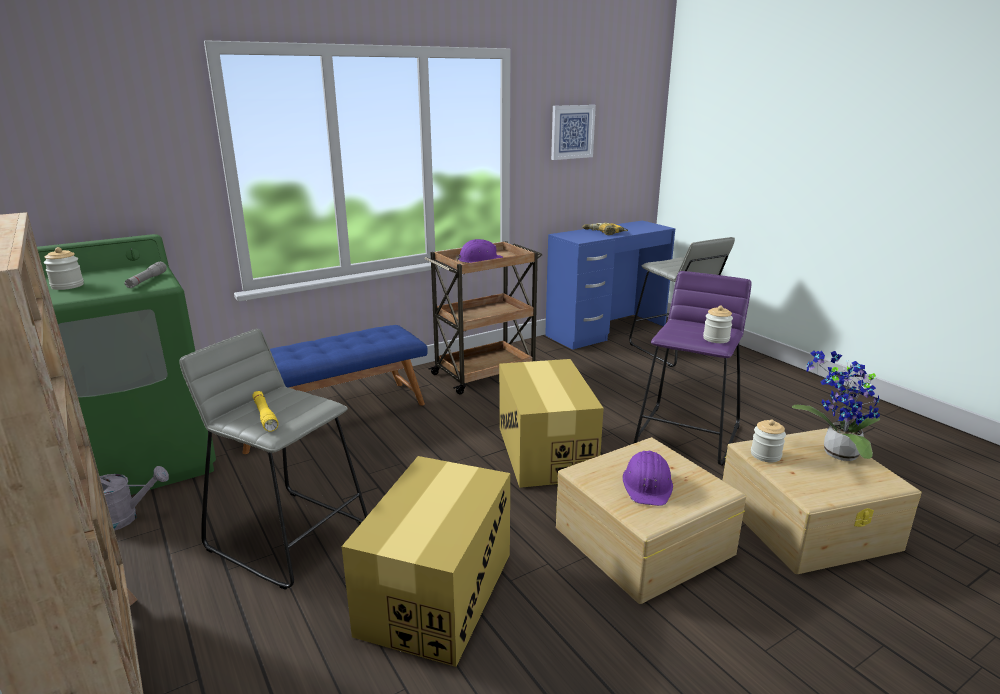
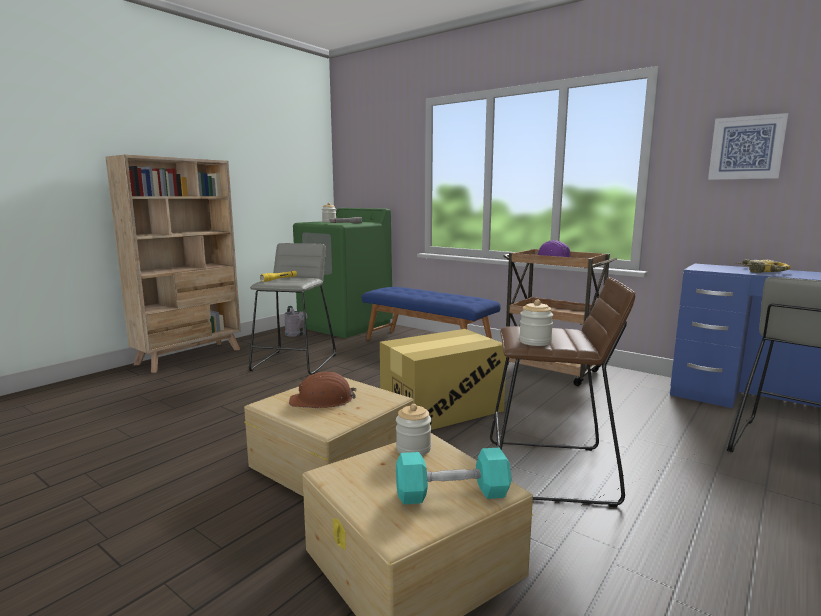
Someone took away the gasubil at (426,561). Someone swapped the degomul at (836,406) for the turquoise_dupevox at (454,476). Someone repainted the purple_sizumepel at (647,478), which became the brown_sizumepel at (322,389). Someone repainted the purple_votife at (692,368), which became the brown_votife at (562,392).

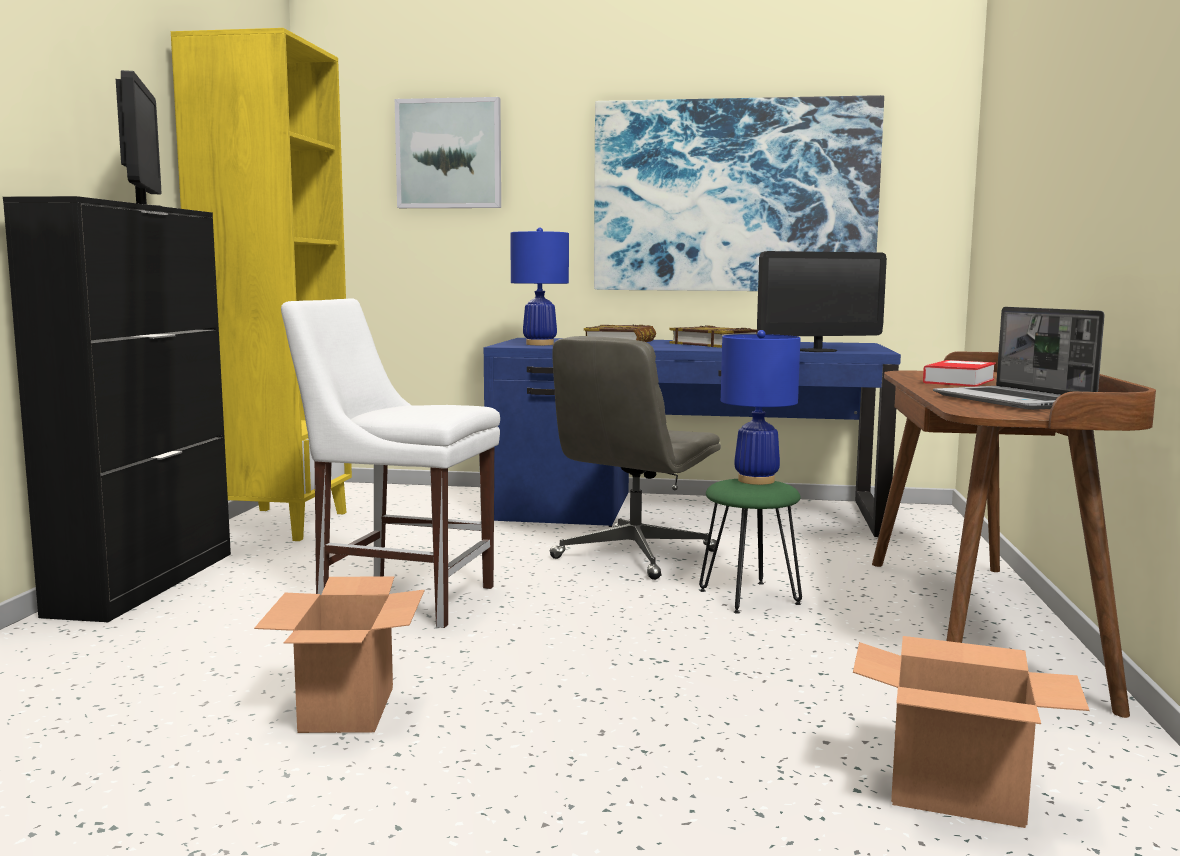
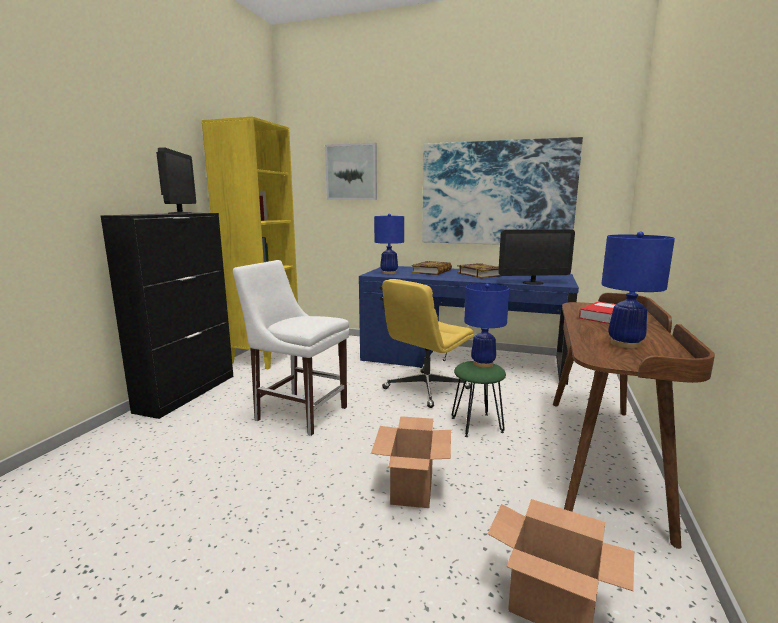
Someone carried the gasubil from (339,655) to (411,462). Someone swapped the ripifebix at (1019,358) for the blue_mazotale at (638,290). Someone repainted the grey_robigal at (635,458), which became the yellow_robigal at (428,343).

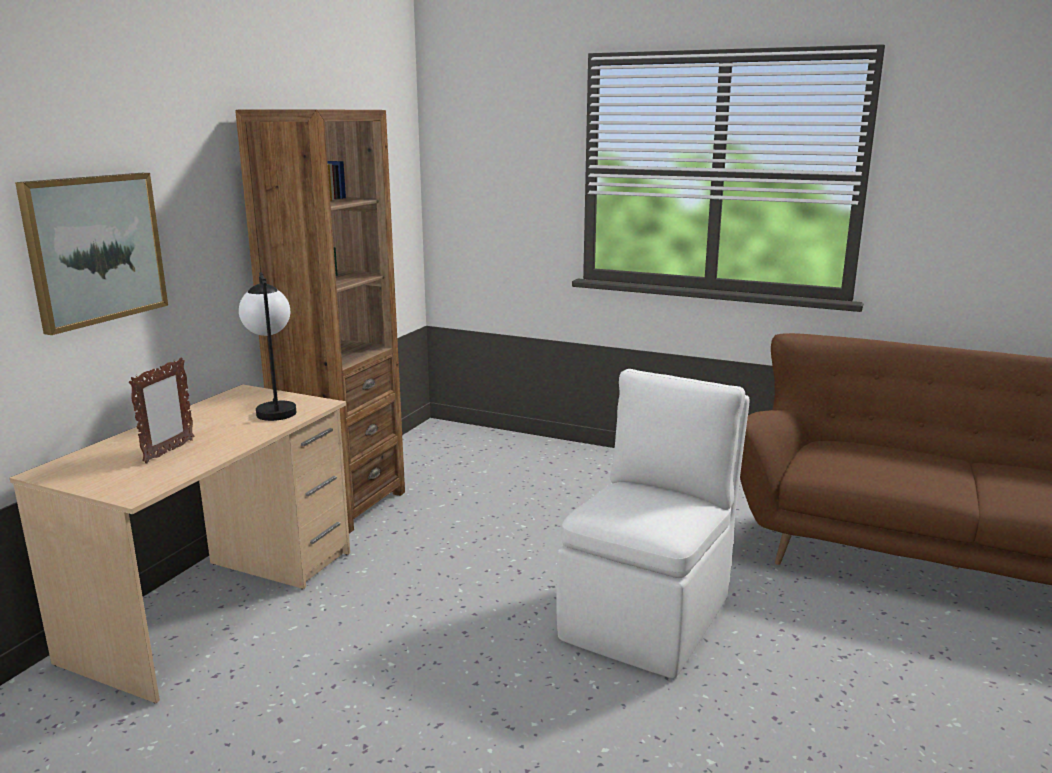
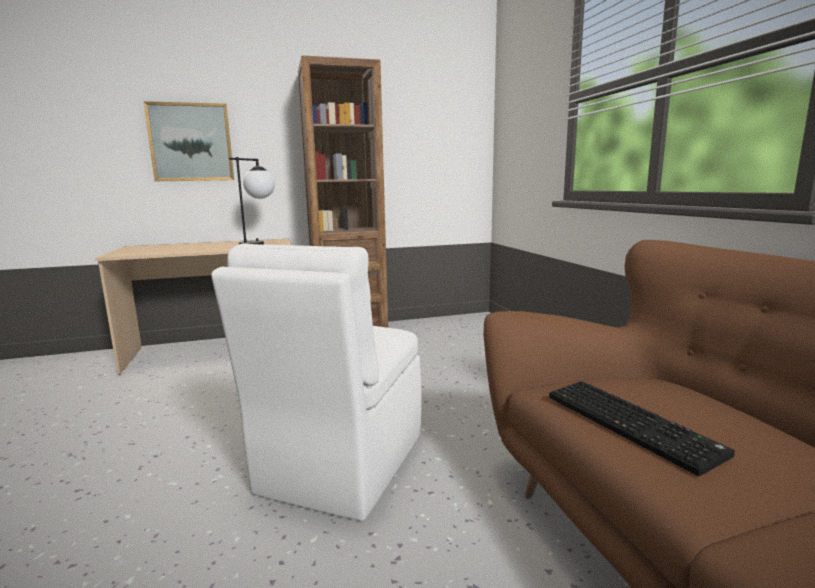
Someone took away the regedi at (162,410). Someone put down the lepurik at (642,428). Someone rotated the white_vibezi at (653,523) by 120 degrees clockwise.

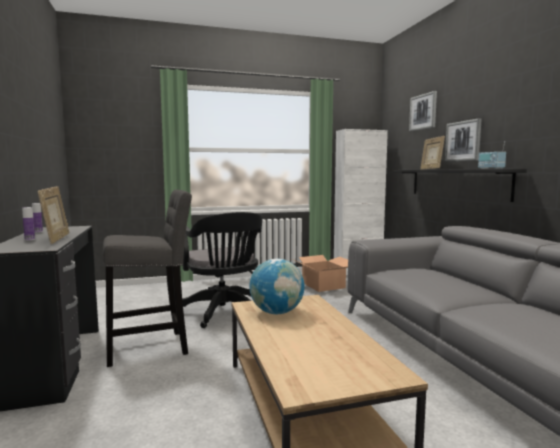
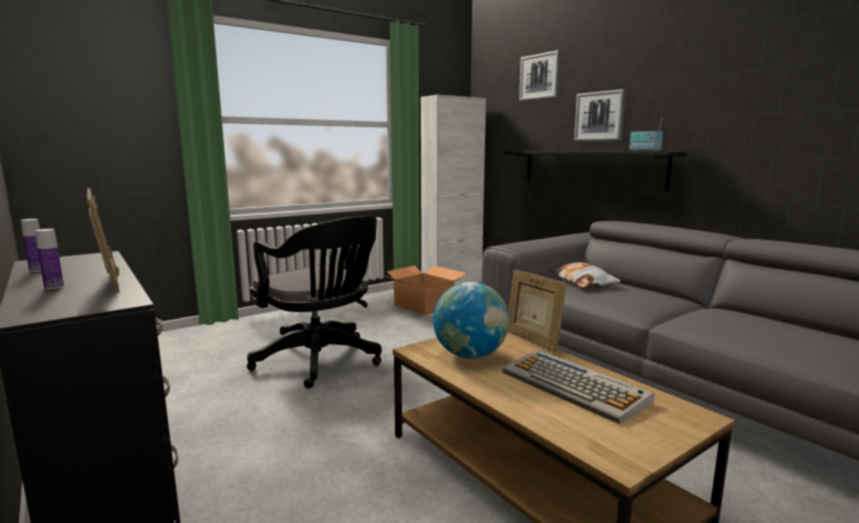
Someone took away the grey_votife at (147,278). Someone put down the lepurik at (578,387). Someone put down the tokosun at (585,275). Someone carried the regedi from (432,153) to (537,311).

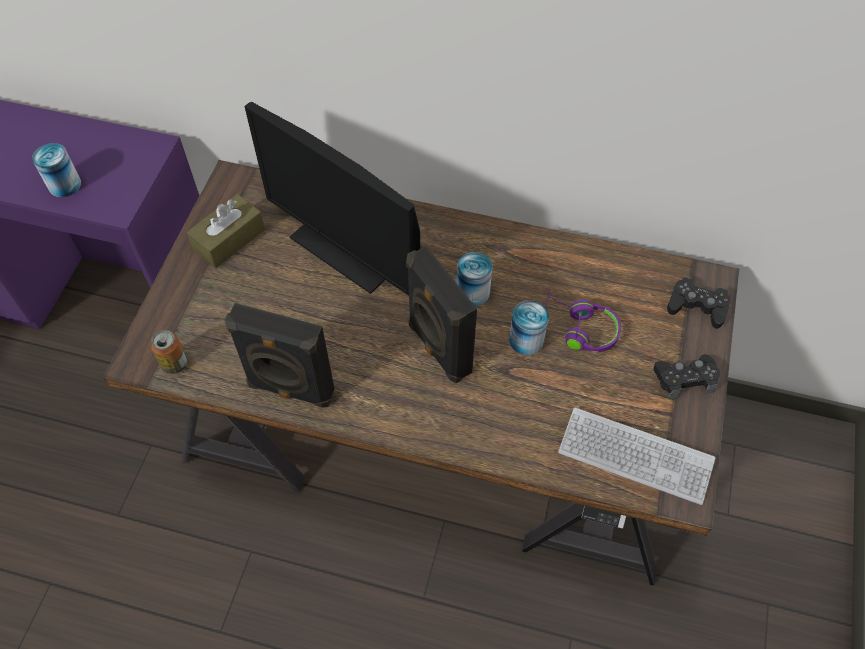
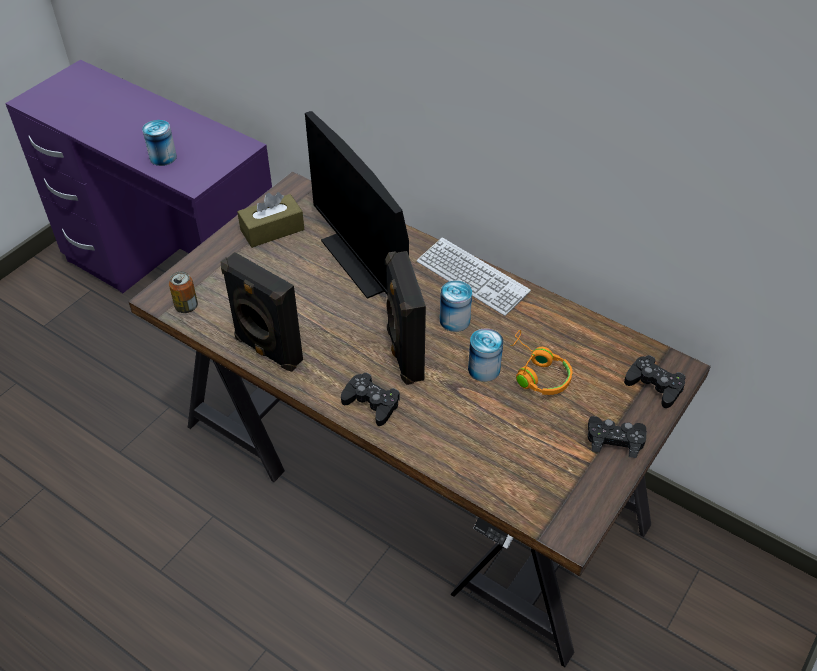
Someone put down the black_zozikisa at (370,399). Someone carried the lepurik from (636,456) to (474,277). Someone repainted the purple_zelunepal at (583,319), which became the orange_zelunepal at (542,362).

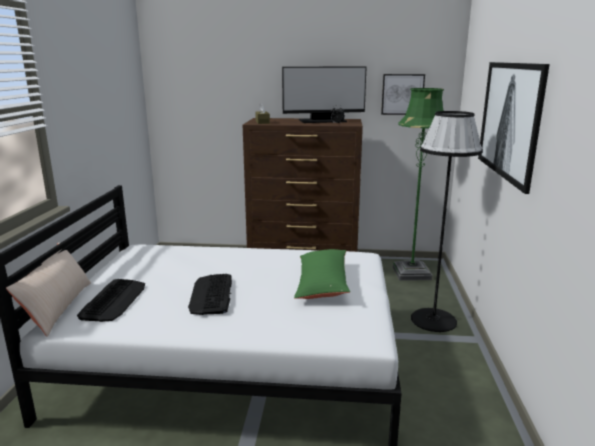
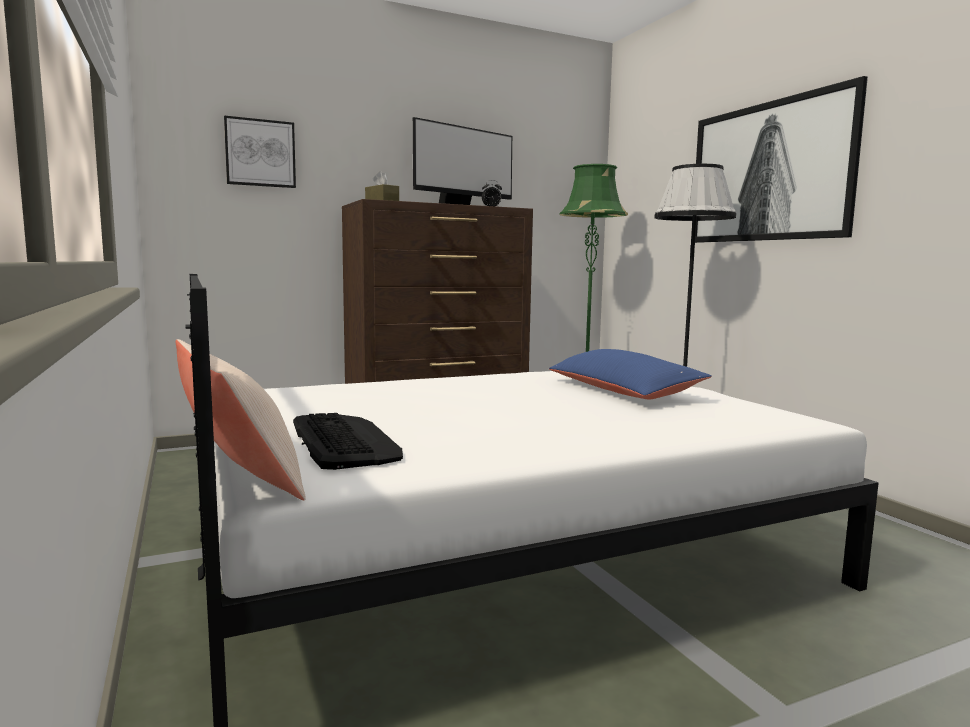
Someone took away the lepurik at (210,294). Someone carried the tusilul from (403,94) to (260,152). Someone repainted the green_tokosun at (322,274), which became the blue_tokosun at (630,374).

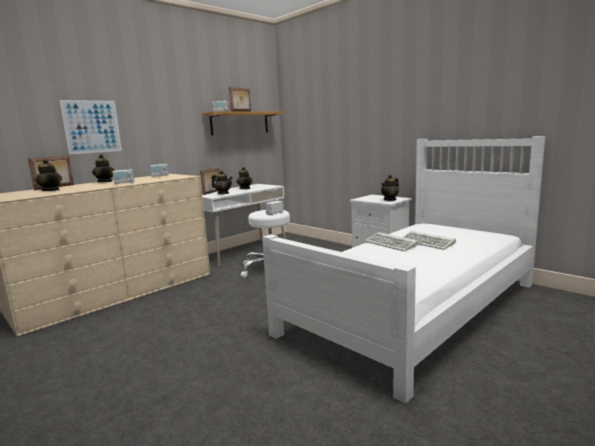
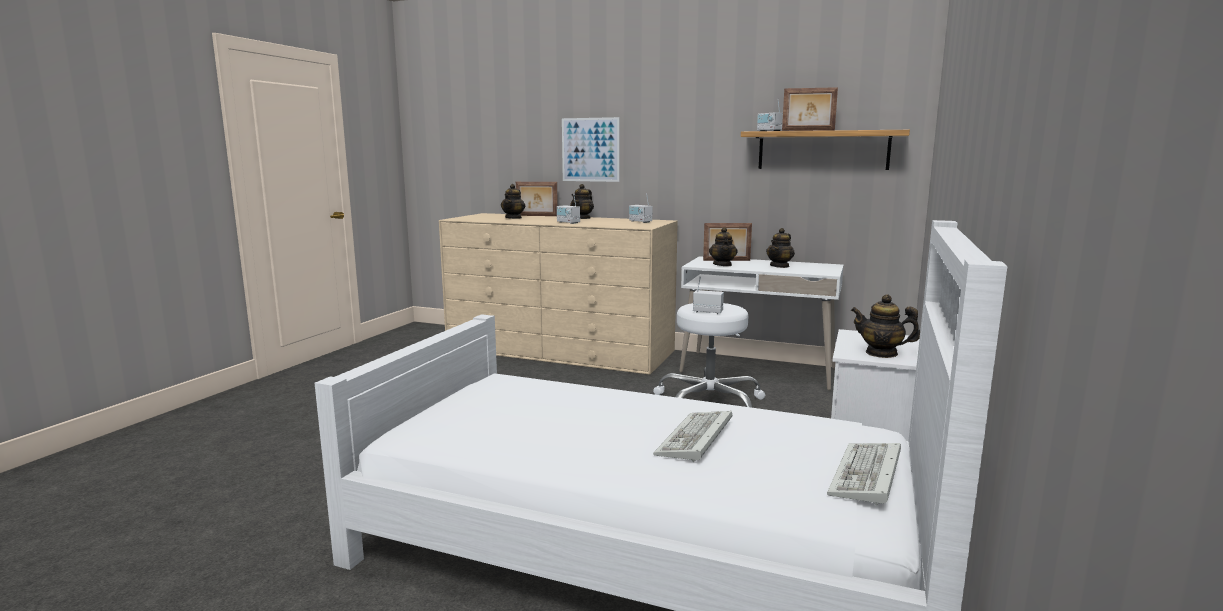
Someone carried the lepurik from (391,241) to (864,474).

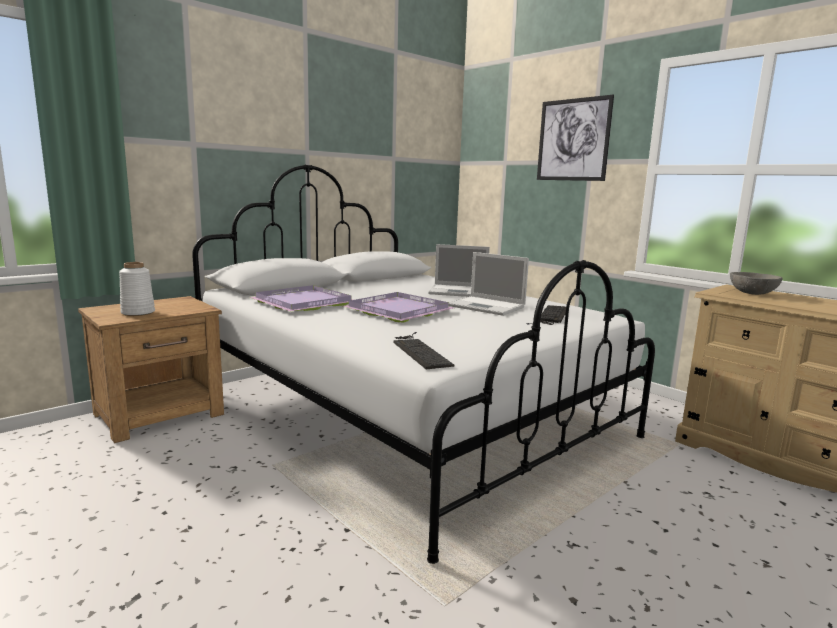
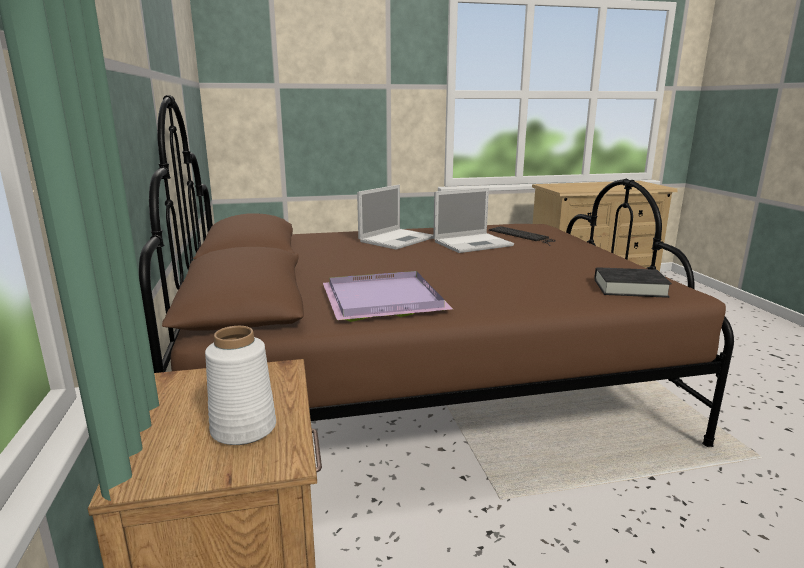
Someone took away the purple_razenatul at (398,307). Someone took away the tusilul at (575,138). Someone took away the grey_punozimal at (756,283). Someone swapped the lepurik at (424,350) for the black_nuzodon at (633,282). Someone repainted the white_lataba at (423,364), which became the brown_lataba at (436,271).

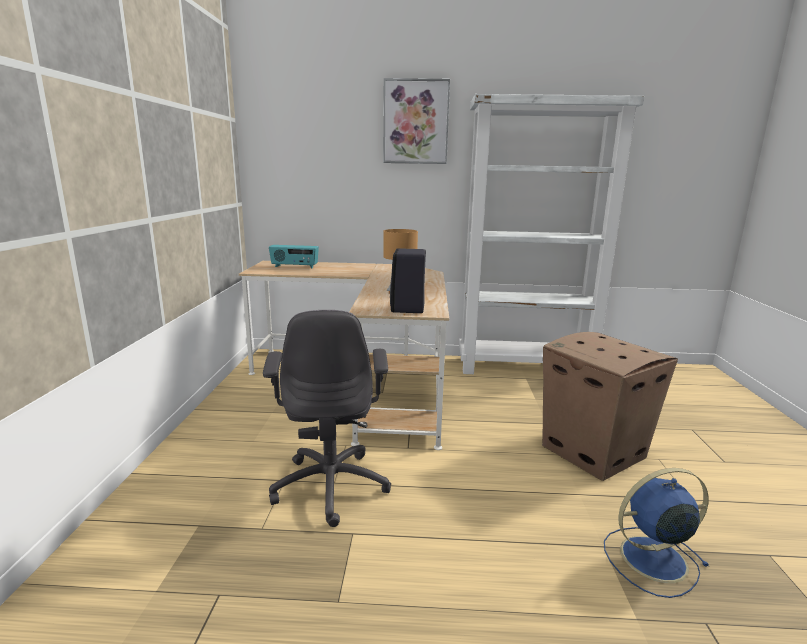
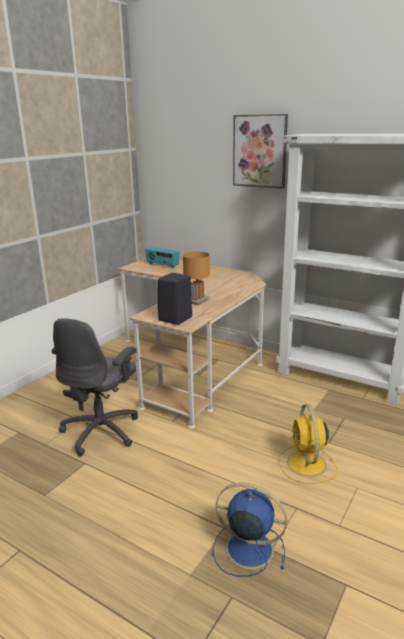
Someone swapped the gasubil at (610,406) for the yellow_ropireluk at (308,444).

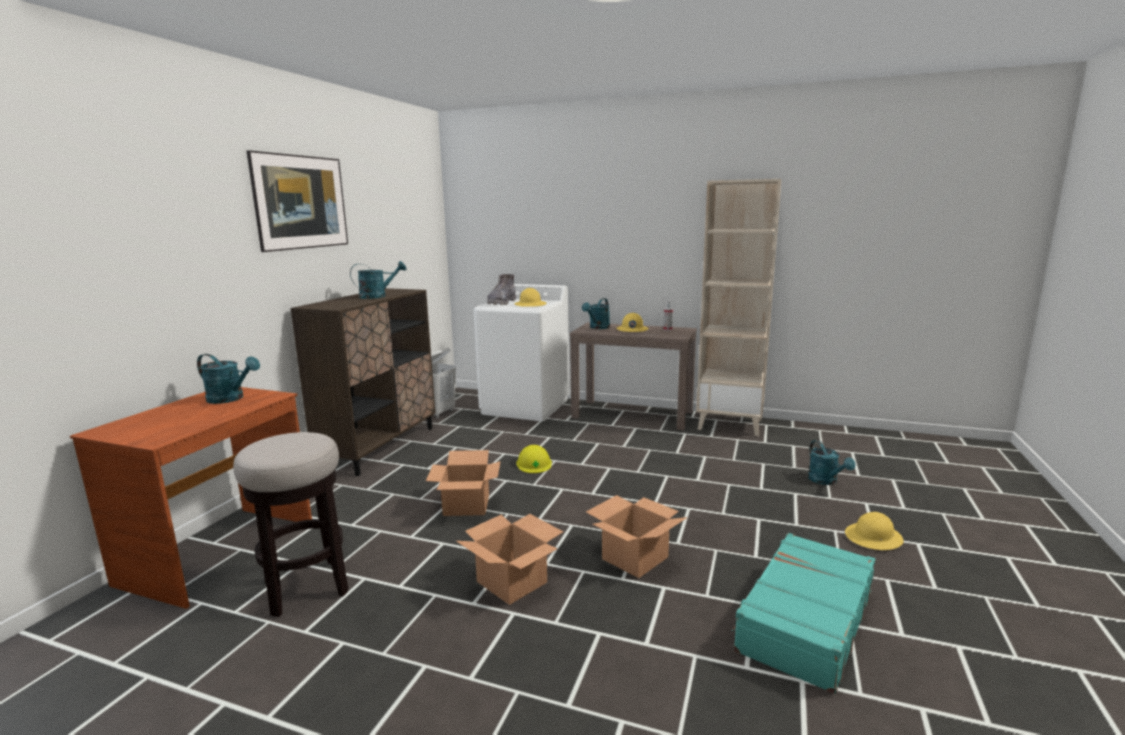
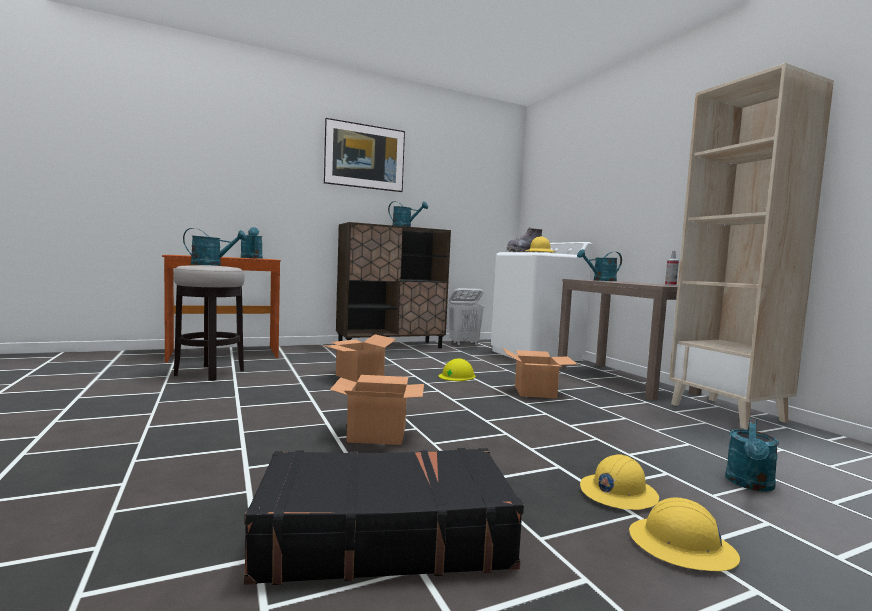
Someone put down the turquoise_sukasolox at (215,246). Someone carried the gasubil from (509,559) to (540,372). Someone carried the yellow_sizumepel from (632,322) to (619,482). Someone repainted the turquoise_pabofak at (803,613), which became the black_pabofak at (384,516).

